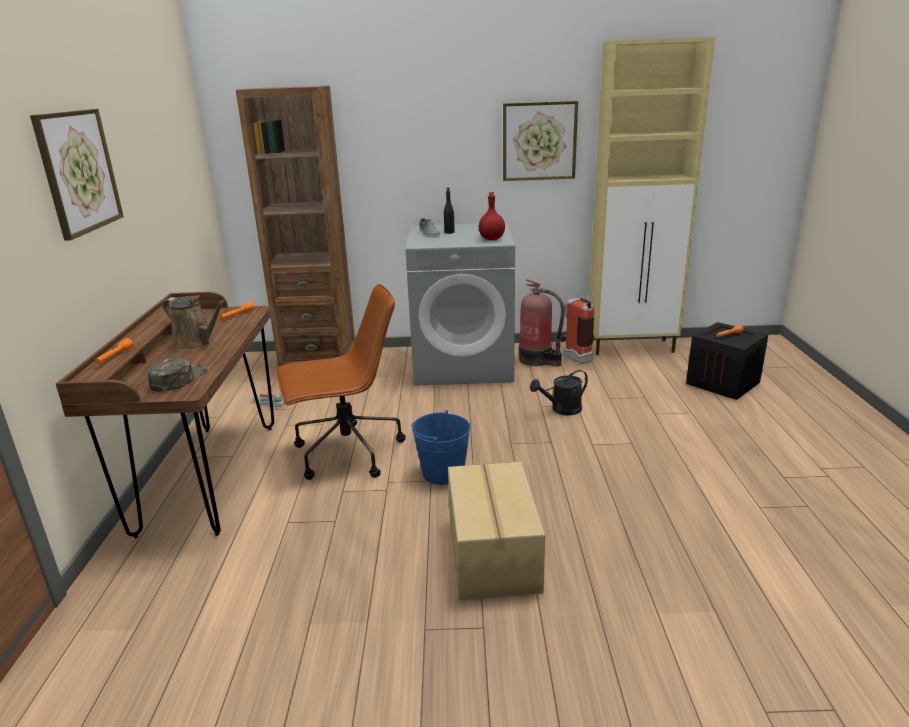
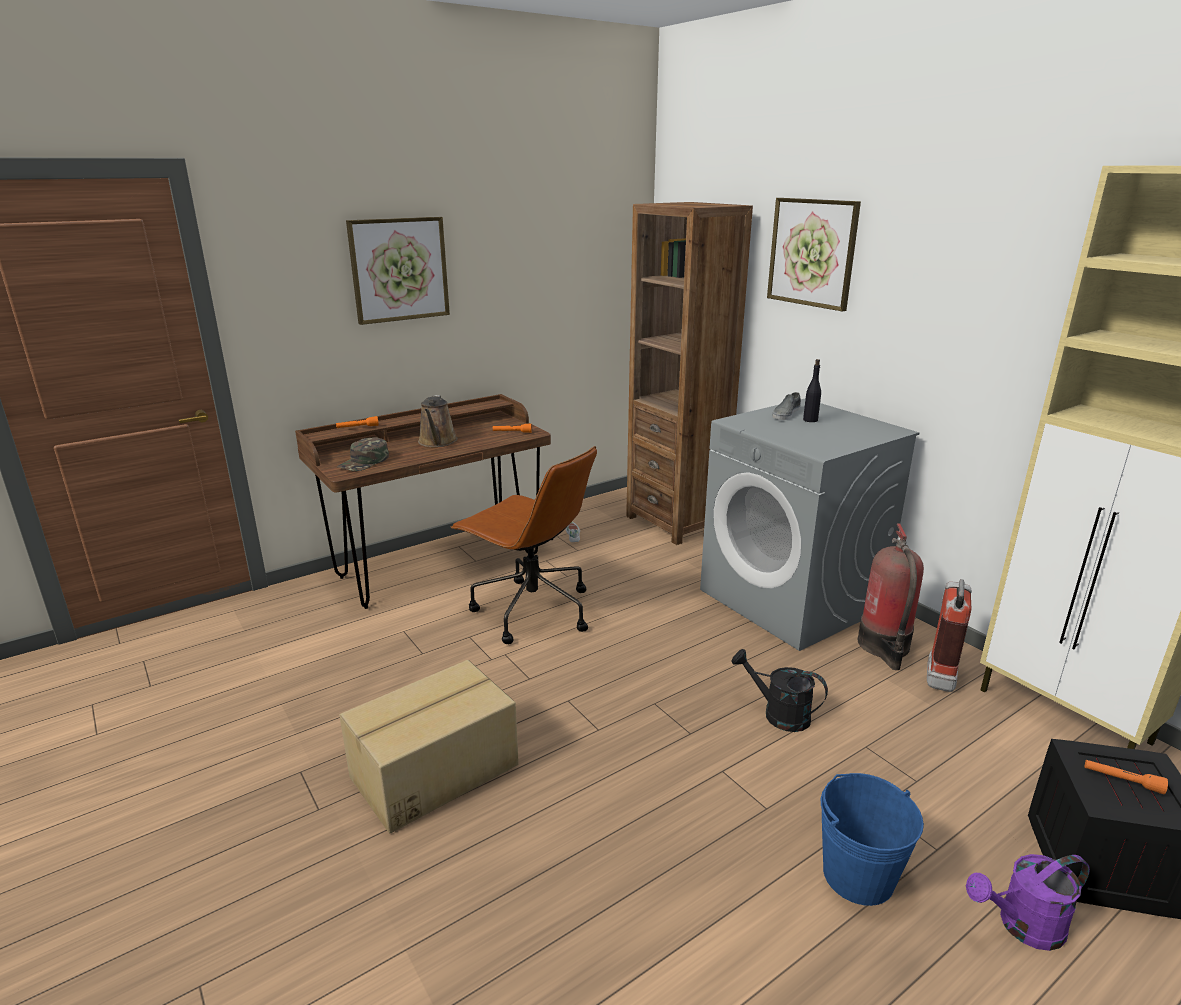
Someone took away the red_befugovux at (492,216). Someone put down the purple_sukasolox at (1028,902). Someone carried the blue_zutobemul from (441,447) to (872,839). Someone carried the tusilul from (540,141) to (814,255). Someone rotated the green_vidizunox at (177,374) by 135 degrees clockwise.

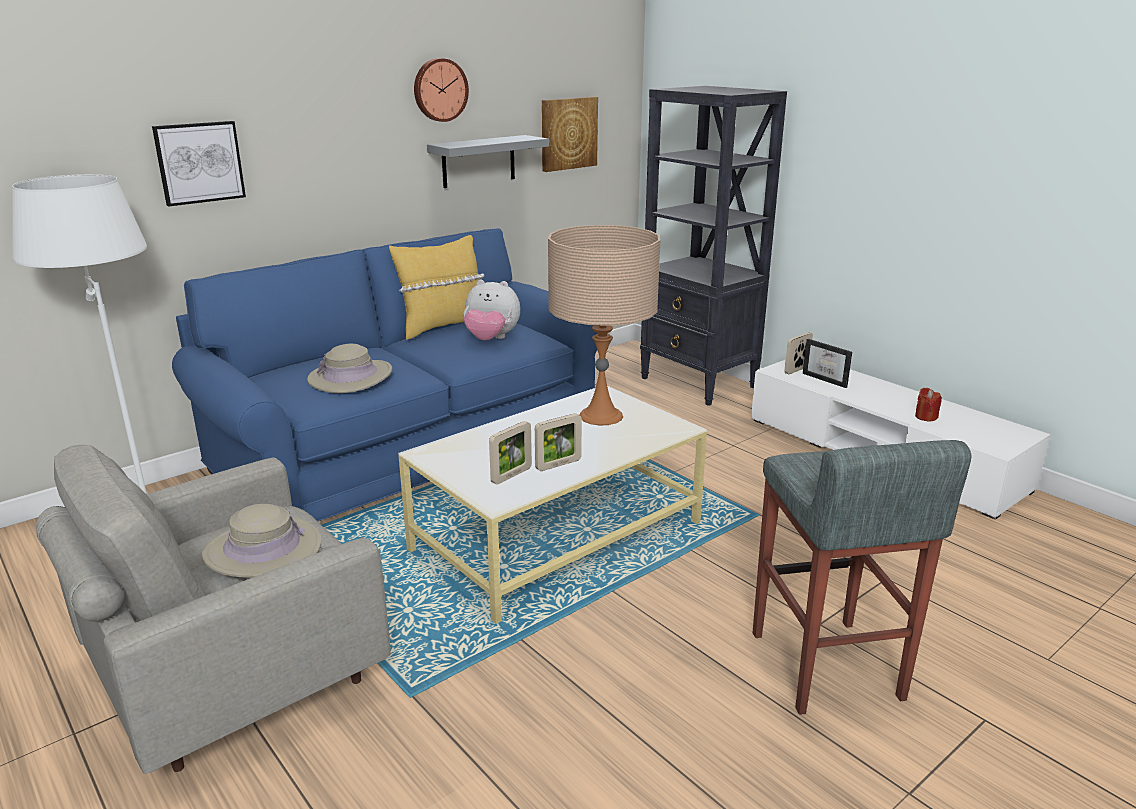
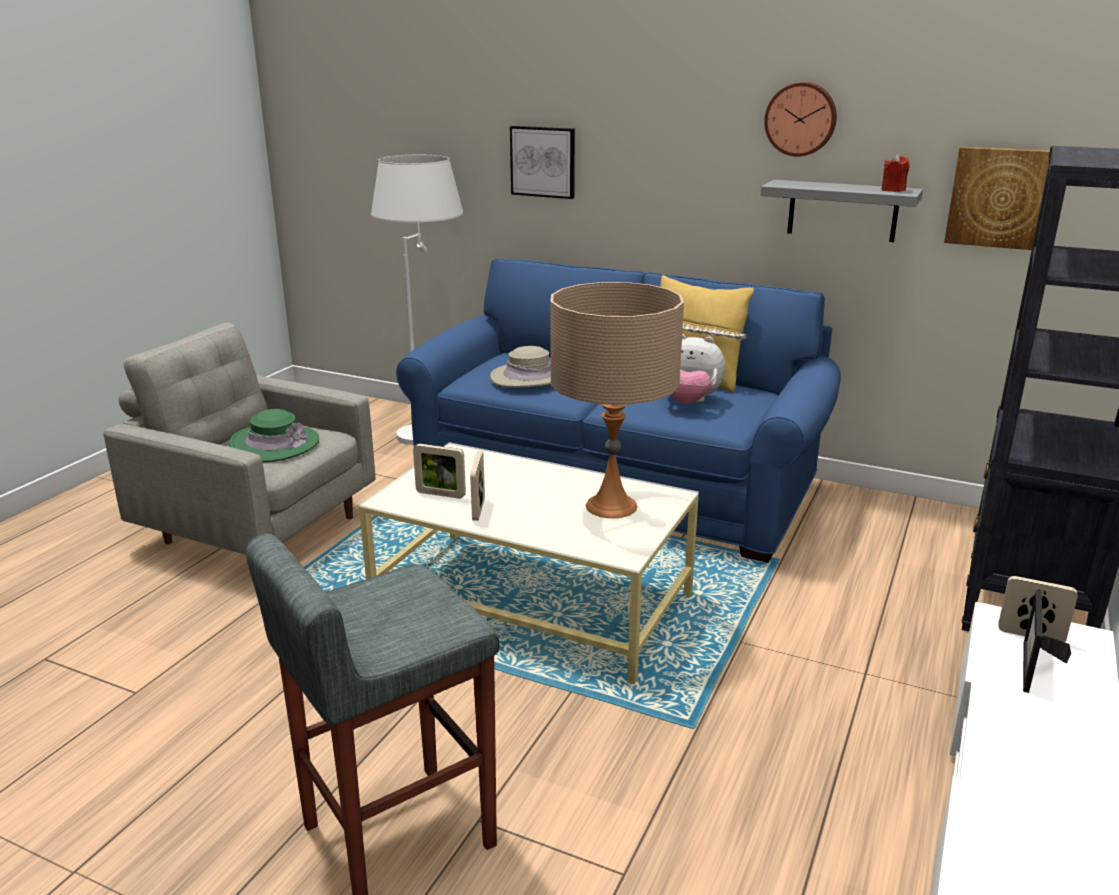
Someone carried the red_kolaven from (928,405) to (895,173). Someone repainted the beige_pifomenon at (262,541), which became the green_pifomenon at (274,435). Someone rotated the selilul at (491,309) by 60 degrees counterclockwise. Someone rotated the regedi at (558,442) by 60 degrees clockwise.

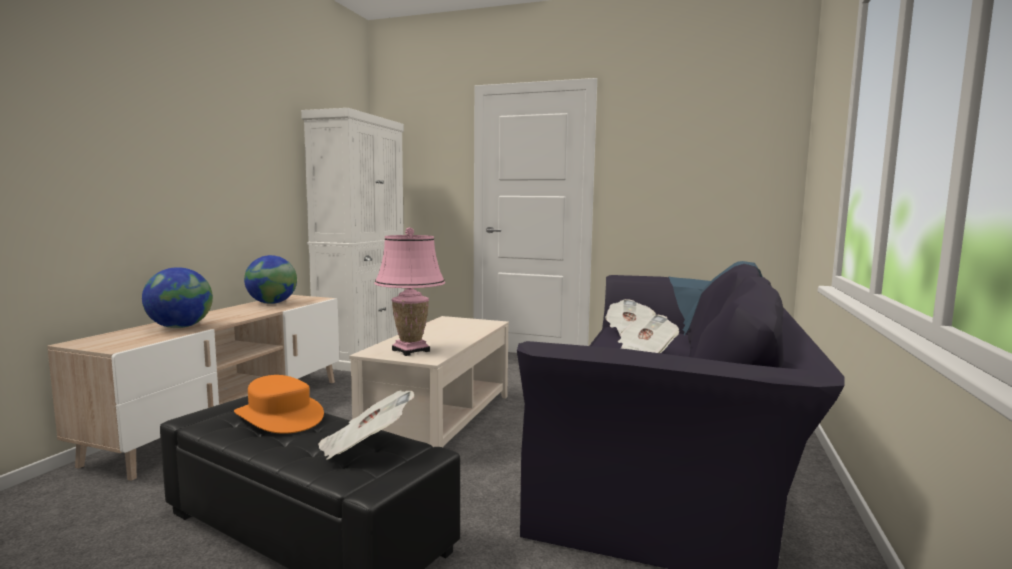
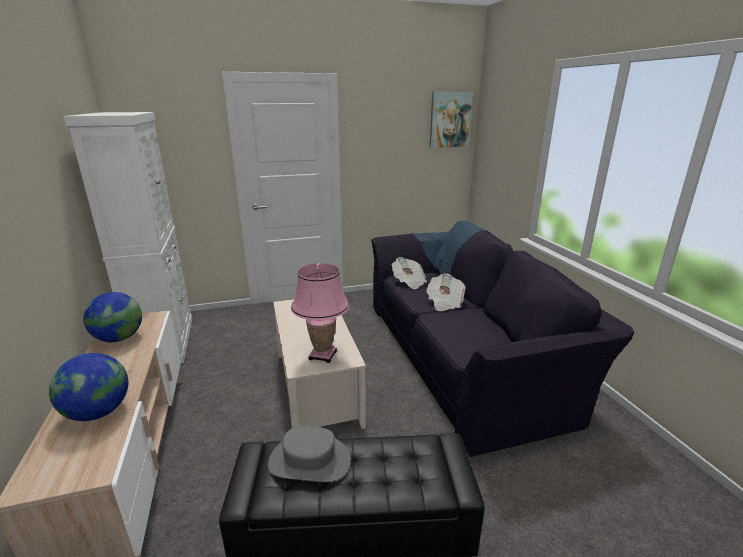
Someone took away the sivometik at (366,425). Someone put up the tusilul at (451,120). Someone repainted the orange_pifomenon at (279,404), which became the grey_pifomenon at (309,454).

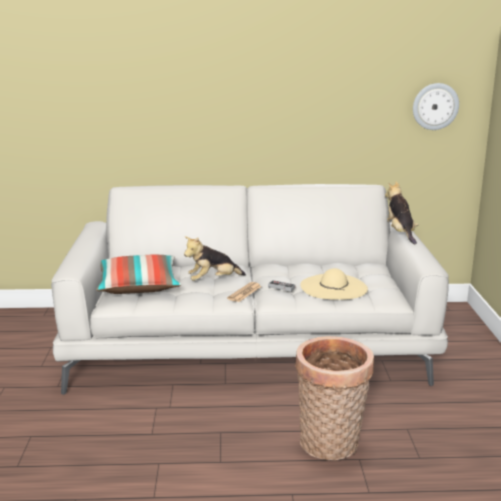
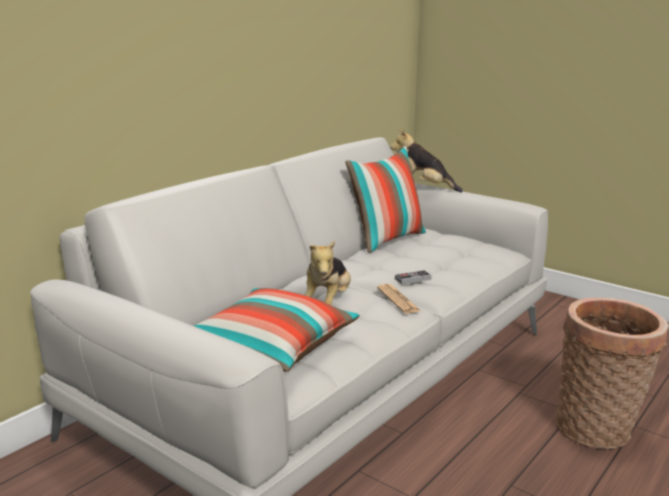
Someone took away the beige_pifomenon at (334,284). Someone took away the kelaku at (436,106). Someone put down the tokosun at (385,199).

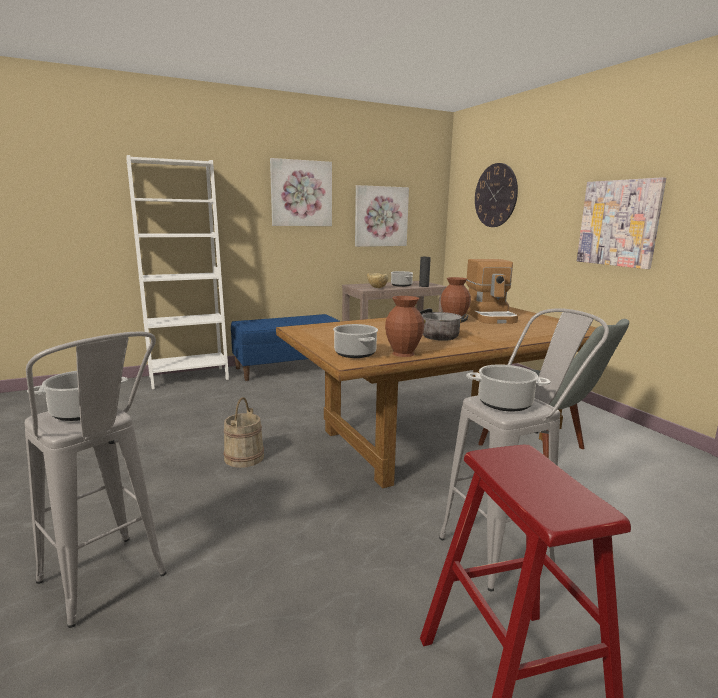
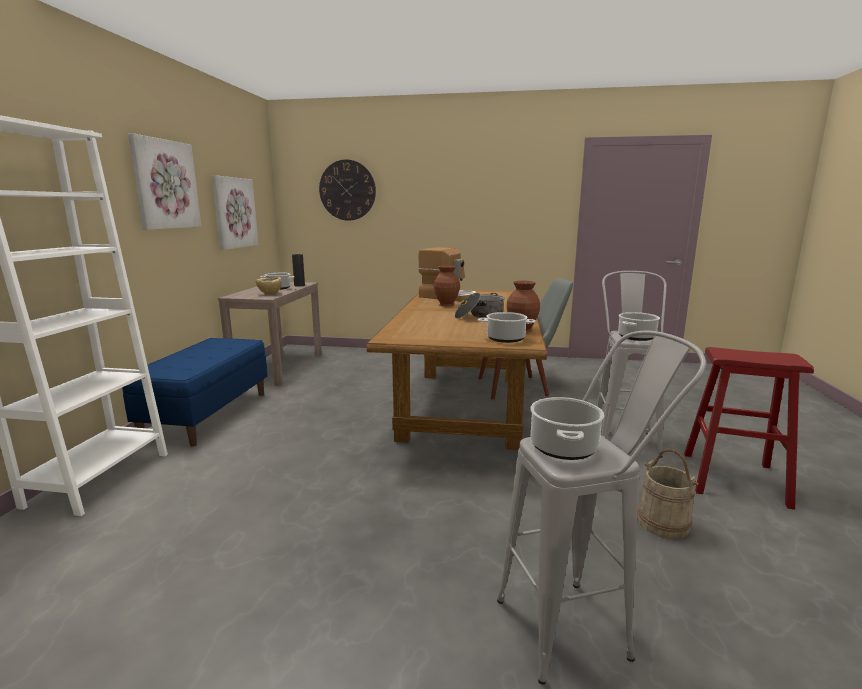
Someone took away the tusilul at (621,223). Someone carried the beige_zutobemul from (244,432) to (668,494).

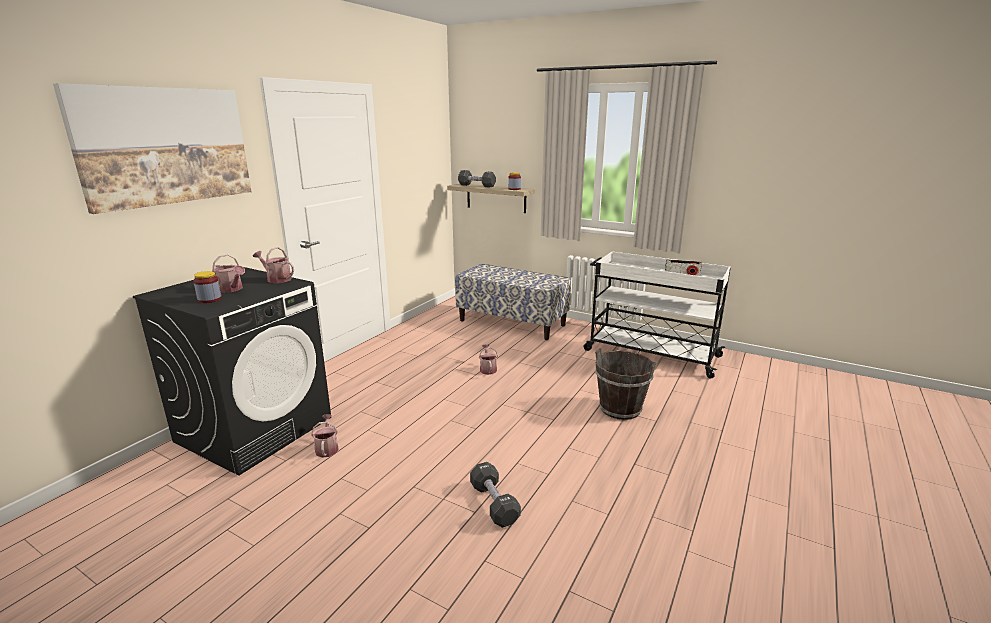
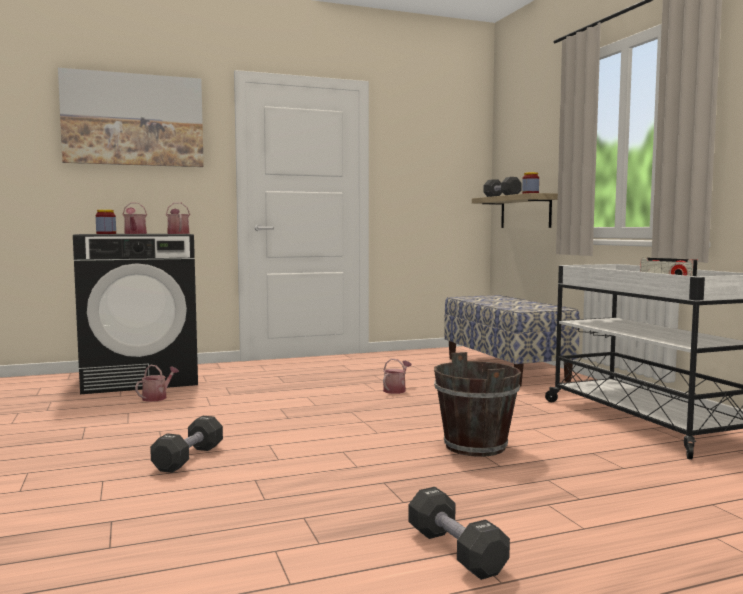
Someone put down the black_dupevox at (459,533).

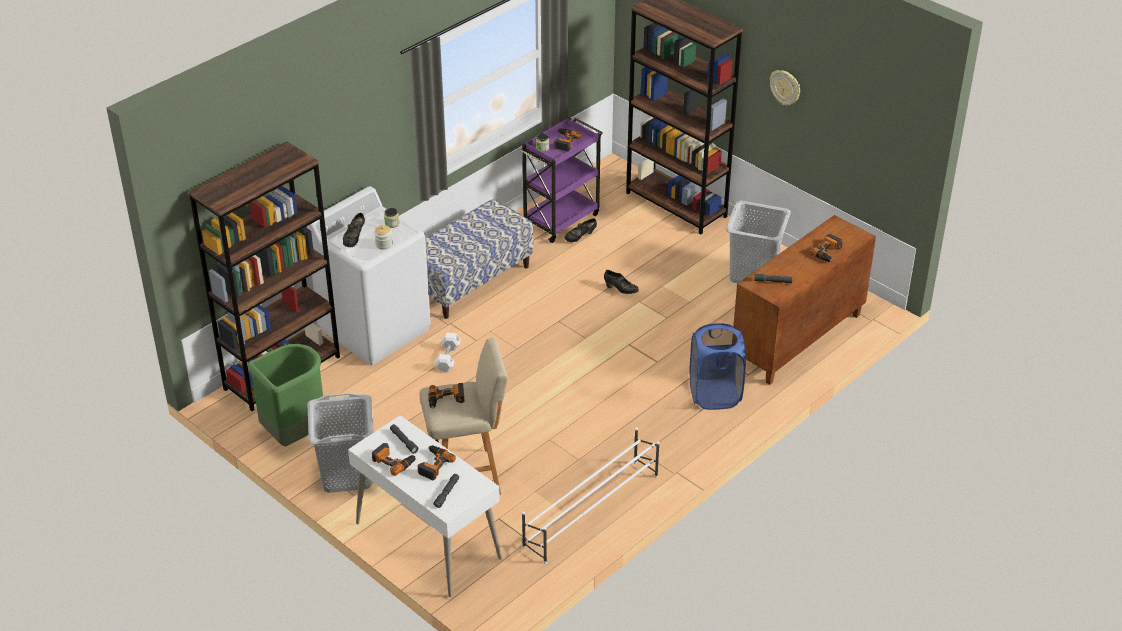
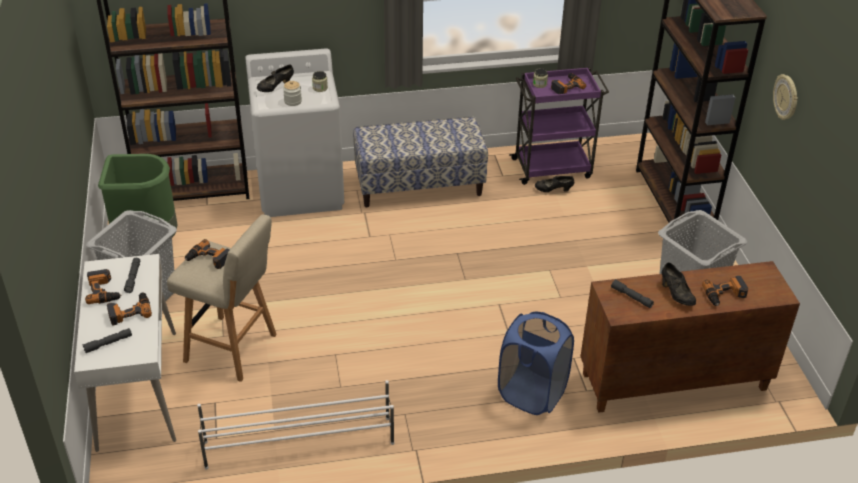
Someone took away the white_dupevox at (447,352). Someone carried the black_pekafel from (621,282) to (679,284).

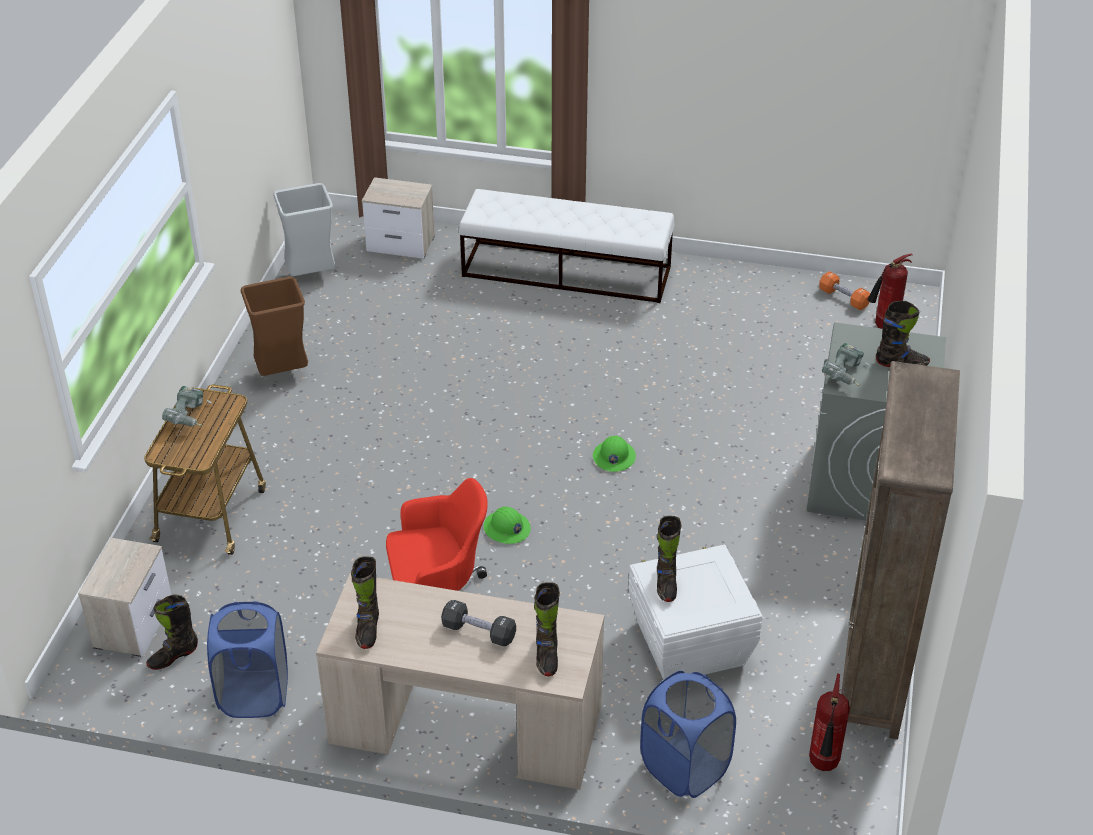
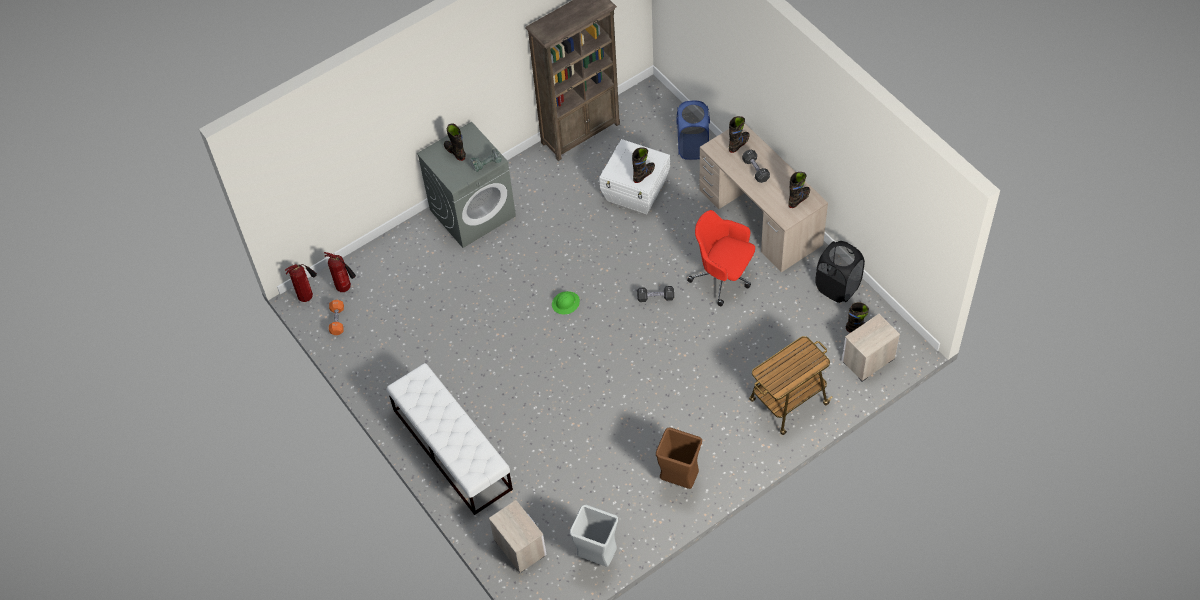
Someone took away the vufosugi at (187,406). Someone carried the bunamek from (829,722) to (301,283). Someone swapped the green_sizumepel at (507,525) for the black_dupevox at (655,294). Someone repainted the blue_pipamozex at (247,659), which became the black_pipamozex at (840,272).

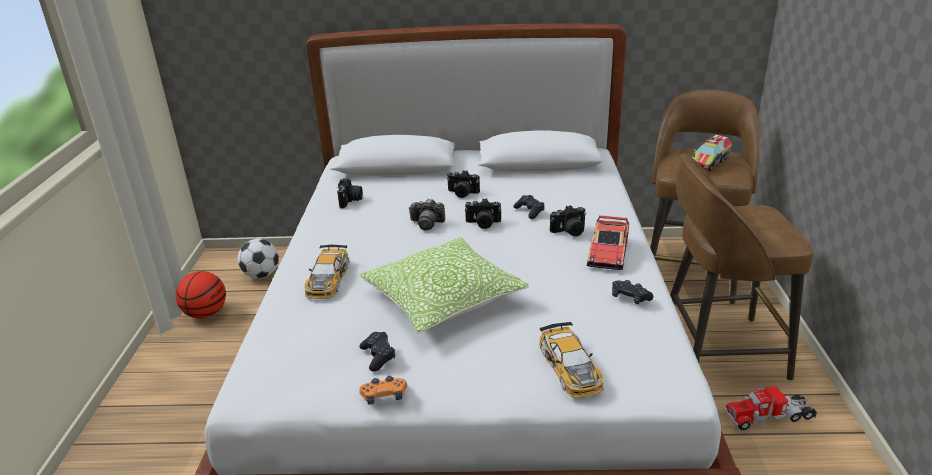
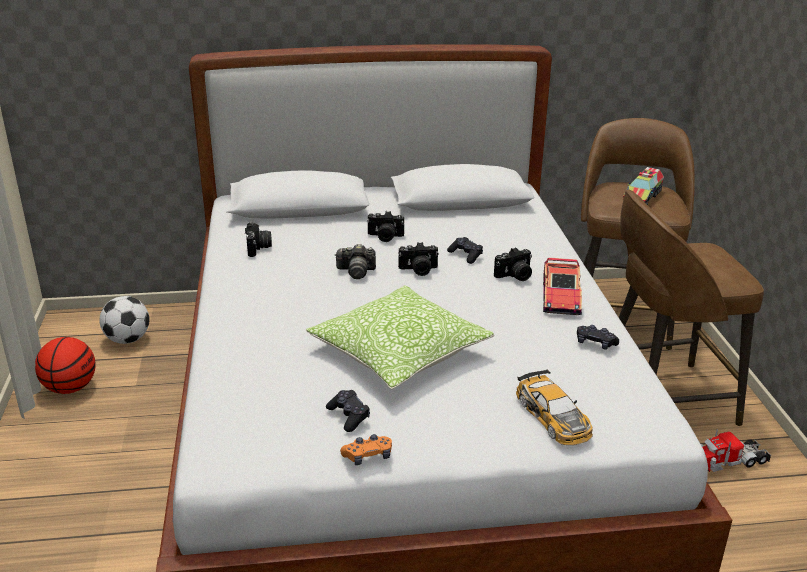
Someone took away the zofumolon at (327,272).

